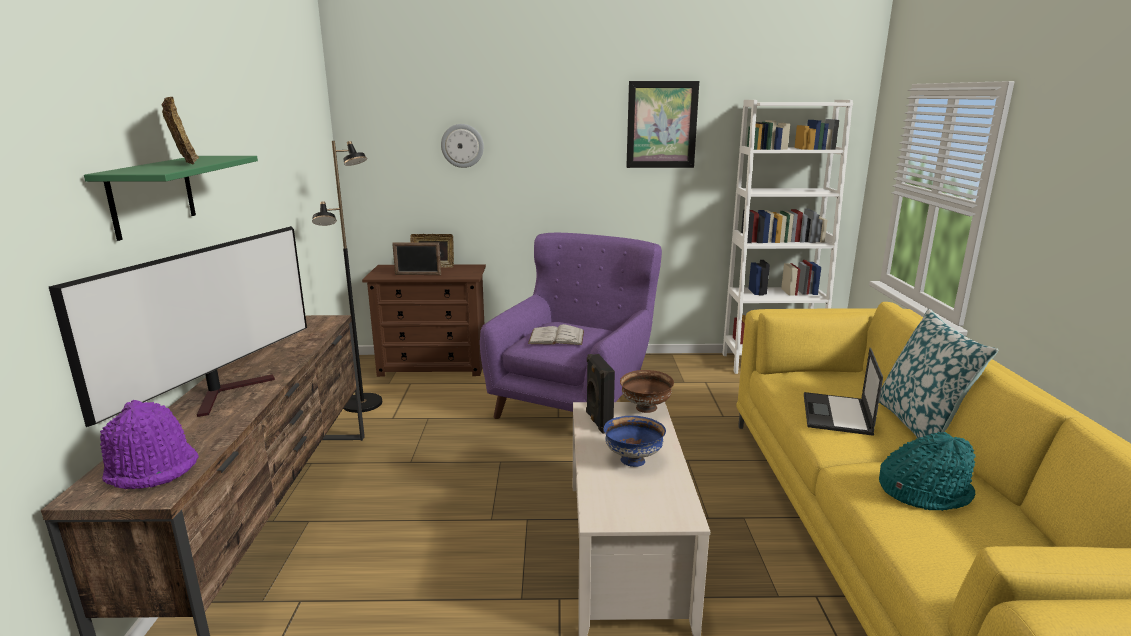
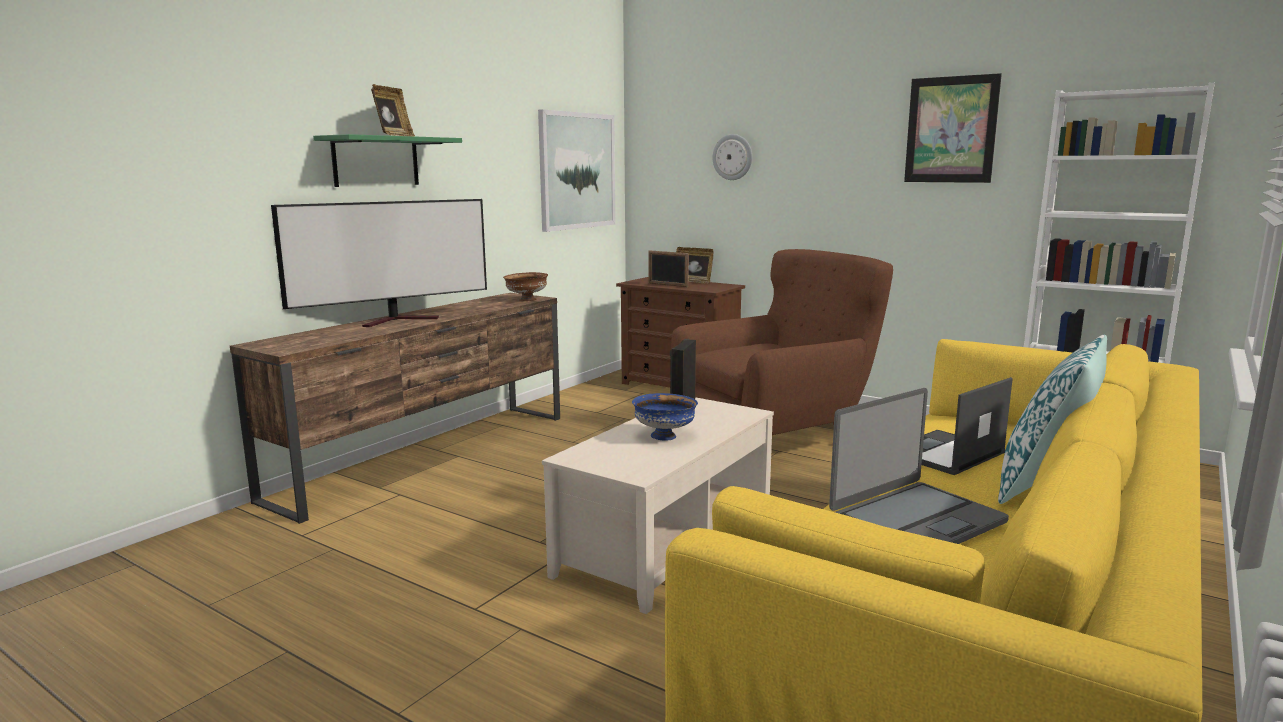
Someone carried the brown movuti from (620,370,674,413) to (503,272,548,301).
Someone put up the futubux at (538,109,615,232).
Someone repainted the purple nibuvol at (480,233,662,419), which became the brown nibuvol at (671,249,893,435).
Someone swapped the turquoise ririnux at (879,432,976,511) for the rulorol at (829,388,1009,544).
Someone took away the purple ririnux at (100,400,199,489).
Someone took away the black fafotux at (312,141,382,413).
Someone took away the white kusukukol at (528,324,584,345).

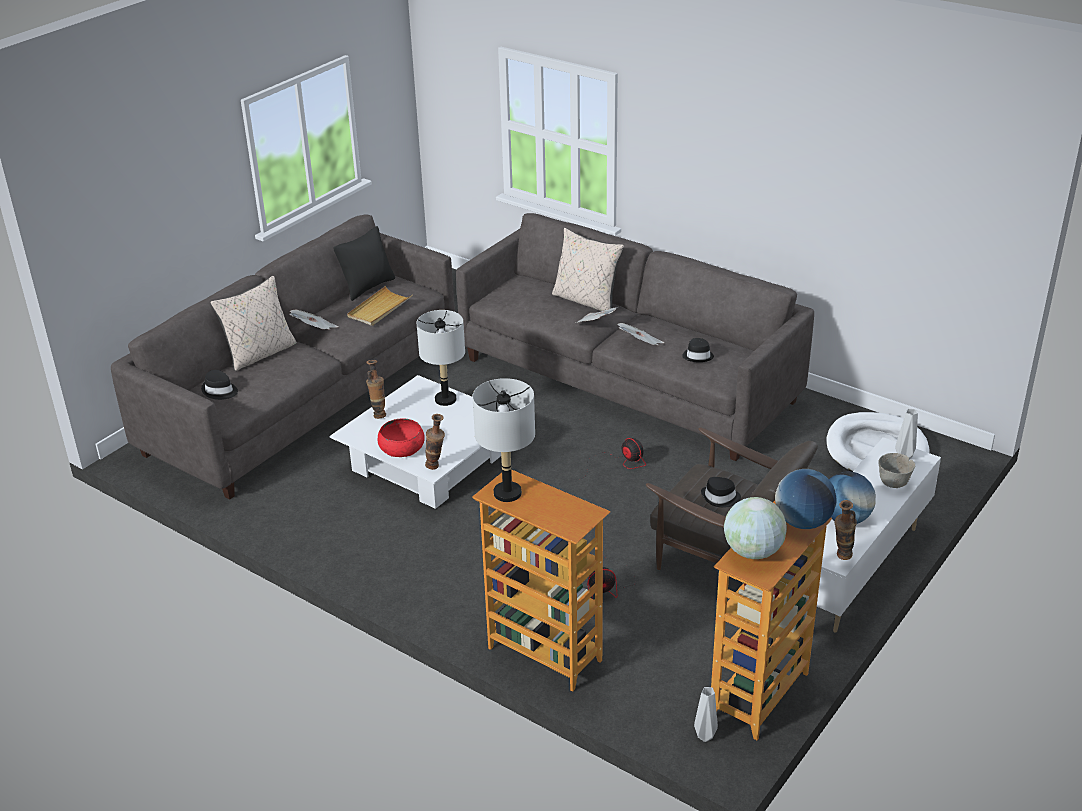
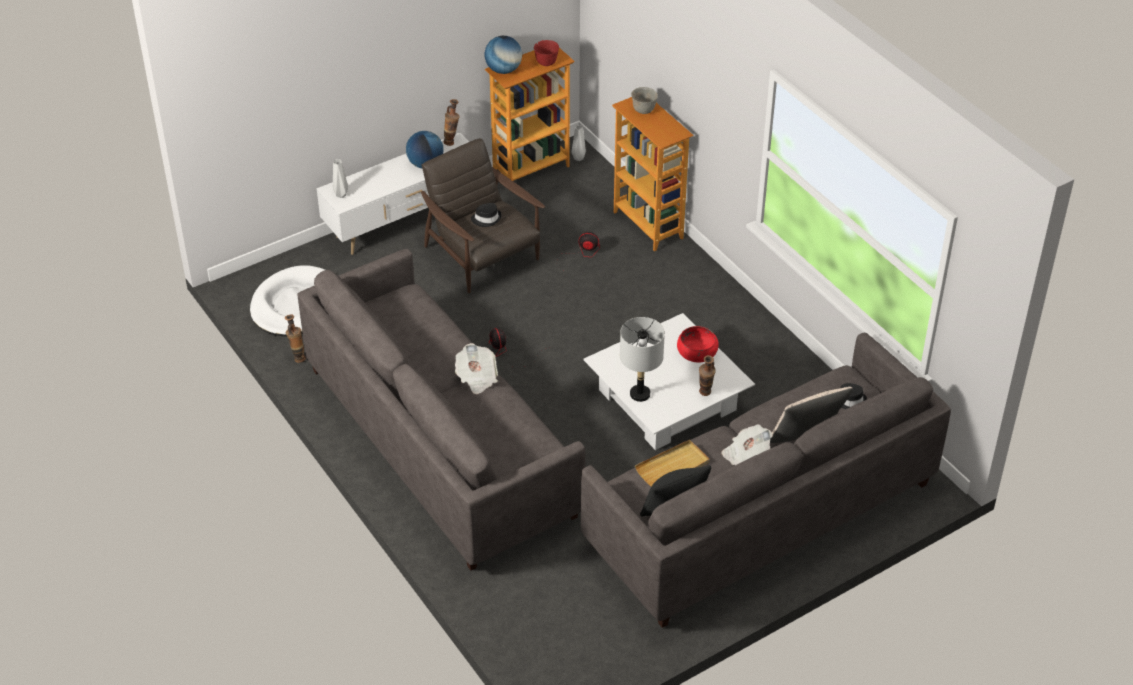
Someone carried the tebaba from (425,414,445,470) to (285,315,306,363).
Someone swapped the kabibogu at (724,497,787,559) for the red movuti at (534,40,559,66).
Someone carried the grey movuti from (878,453,915,488) to (631,87,658,114).
Someone took away the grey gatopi at (472,378,535,502).
Someone took away the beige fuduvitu at (552,228,624,314).
Someone took away the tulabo at (617,323,665,345).
Someone took away the black ririnux at (682,338,714,362).

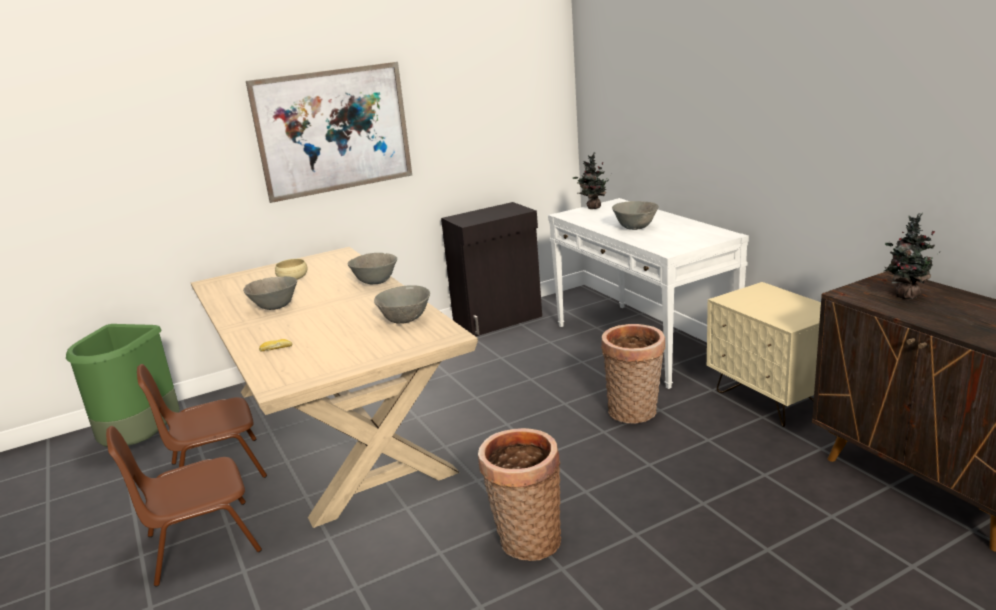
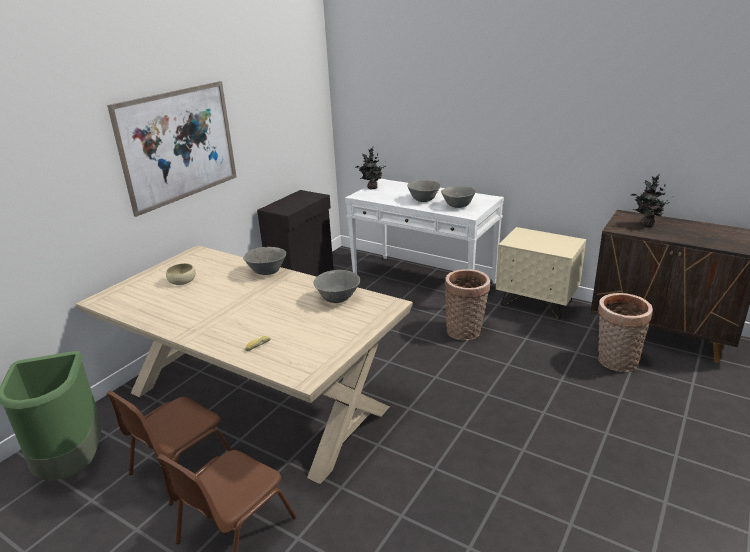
Someone carried the grey movuti from (243,276,297,310) to (441,186,476,208).
Someone carried the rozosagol from (478,428,561,561) to (598,293,653,372).

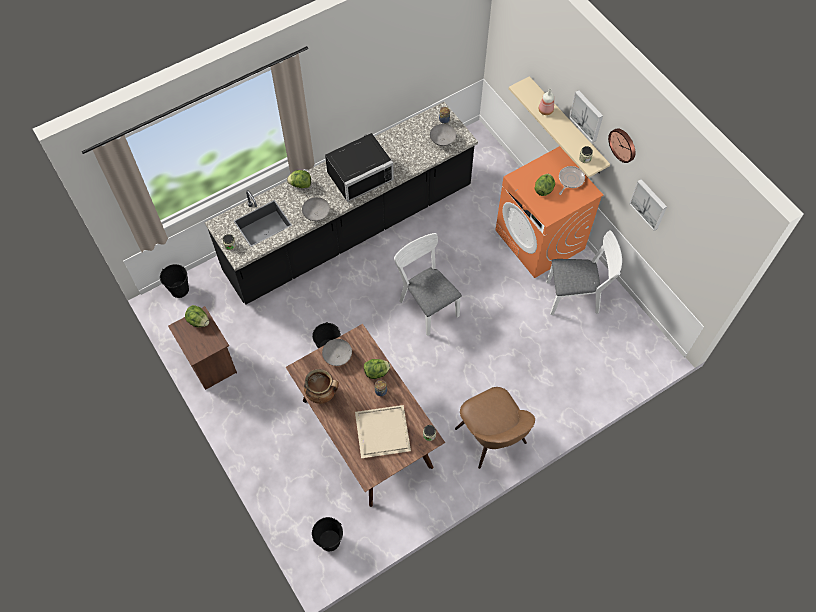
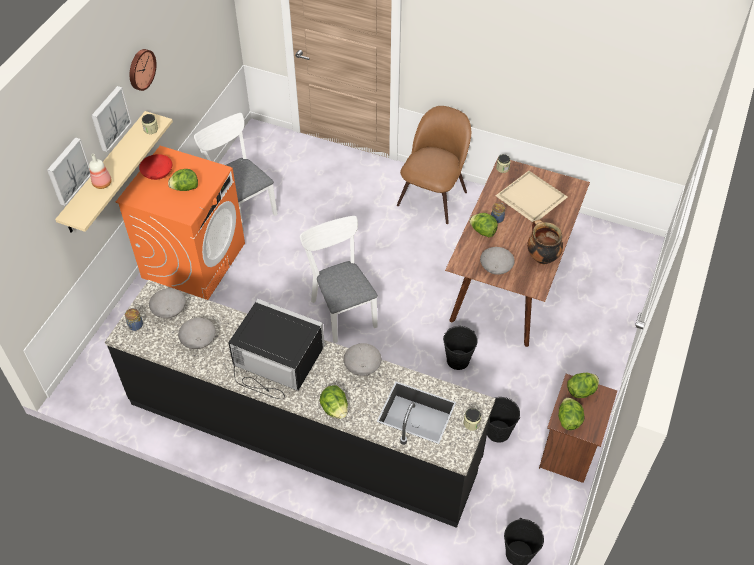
Someone carried the futubux from (629,179,667,231) to (47,137,90,206).
Someone swapped the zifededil at (559,166,585,195) for the red movuti at (139,154,172,180).
Someone put down the grey movuti at (178,318,216,349).
Someone rotated the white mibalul at (394,233,462,336) by 135 degrees clockwise.
Someone carried the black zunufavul from (312,517,343,551) to (487,397,520,443).
Someone put down the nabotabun at (567,373,599,398).

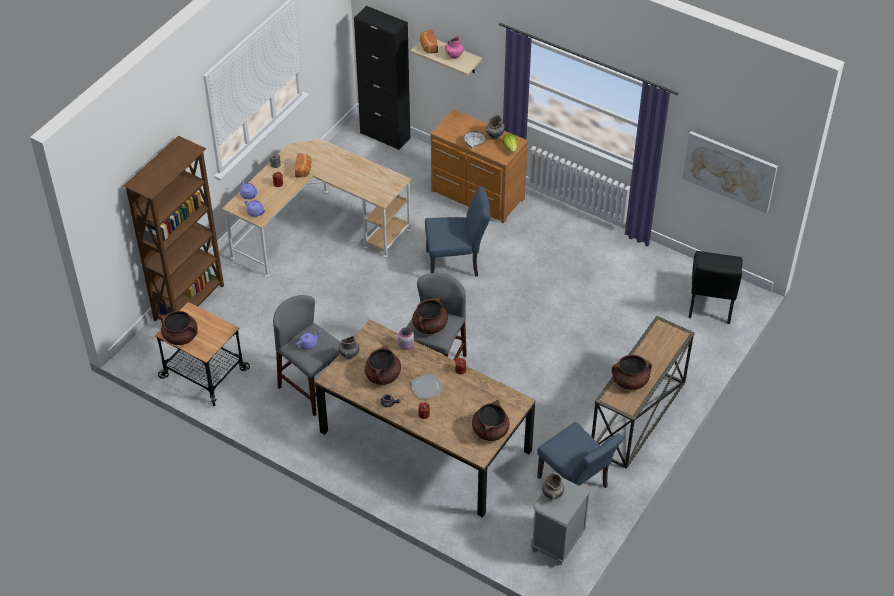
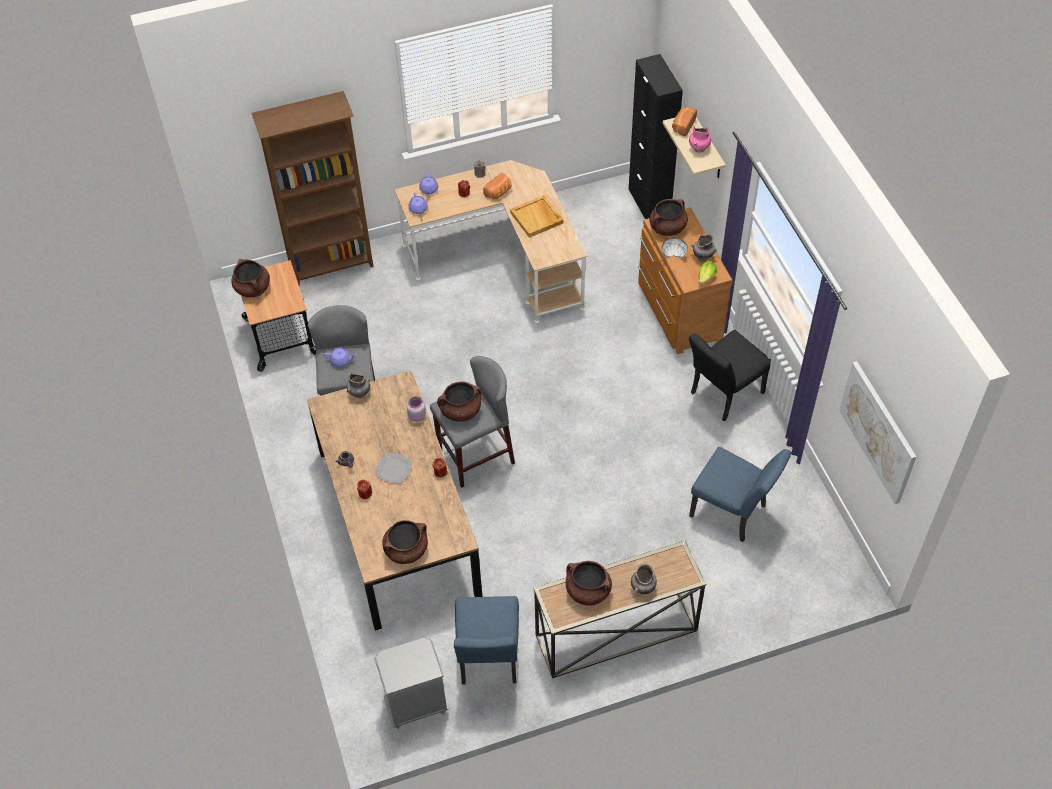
Someone put down the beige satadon at (510,195,563,238).
Someone carried the grey tebaba from (542,472,564,500) to (631,564,657,594).
Someone carried the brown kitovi from (365,345,401,385) to (650,199,688,236).
Someone carried the black mibalul from (688,251,743,324) to (689,330,771,422).
Someone carried the blue mibalul from (425,187,490,276) to (689,447,792,542).

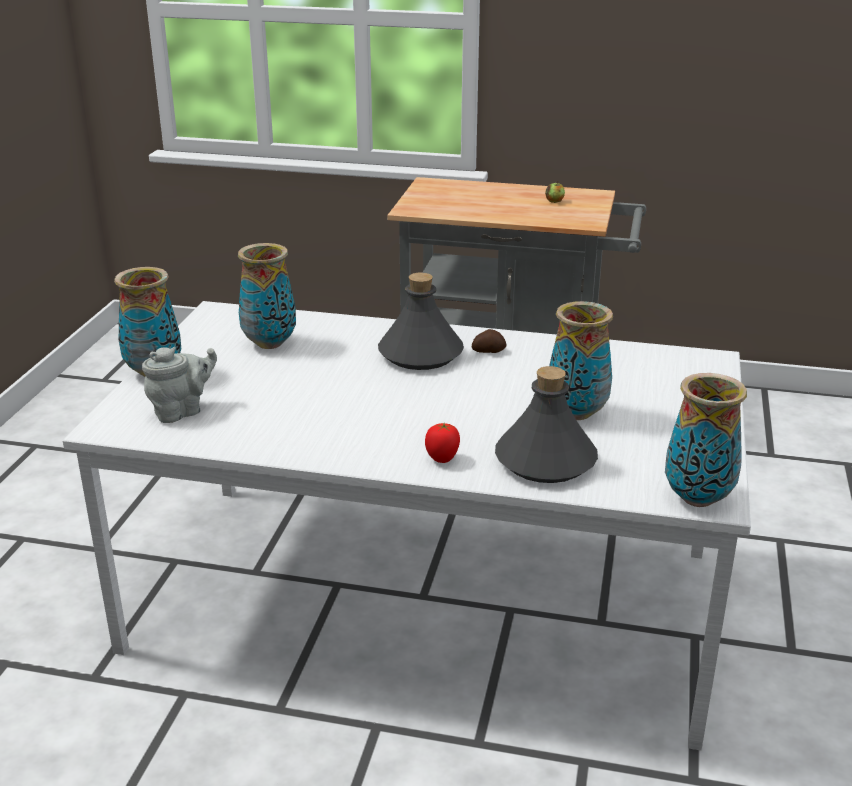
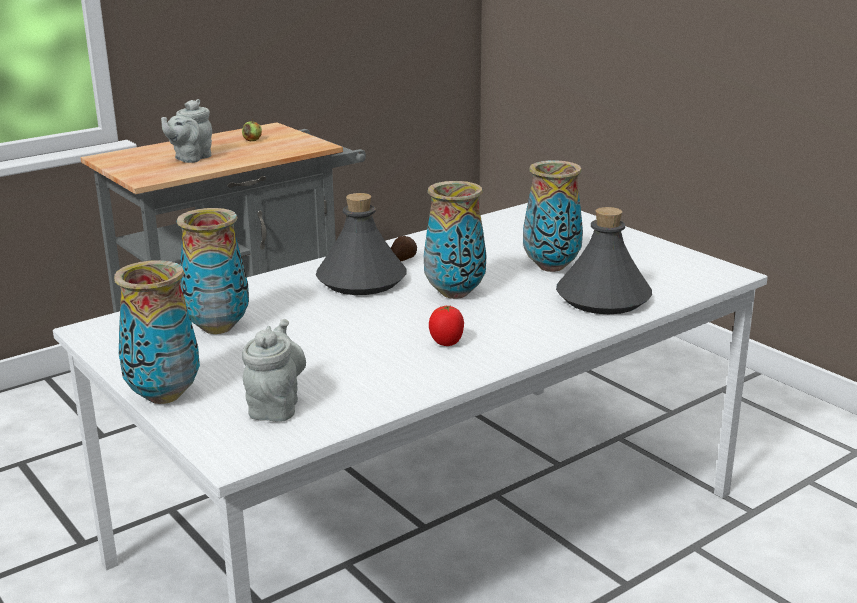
Someone put down the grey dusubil at (161,99,212,163).
Someone carried the tebaba from (665,373,747,507) to (424,181,486,299).
Someone carried the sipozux from (425,423,460,463) to (429,305,464,346).

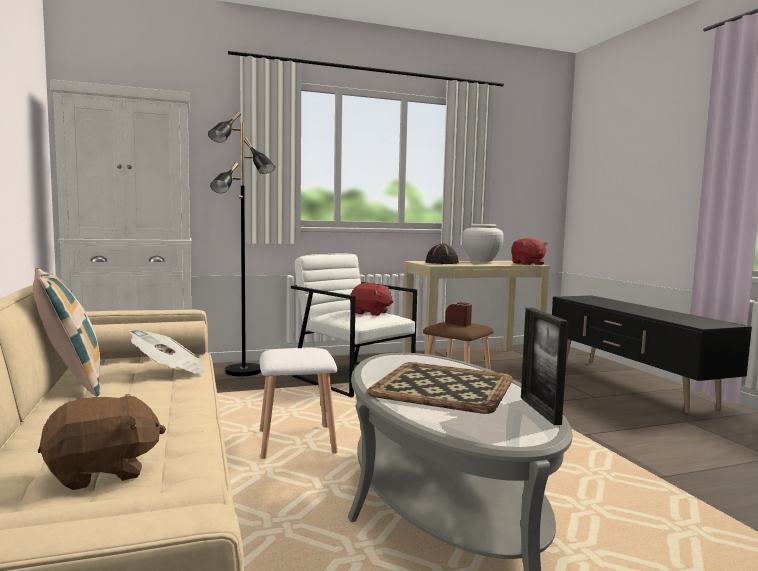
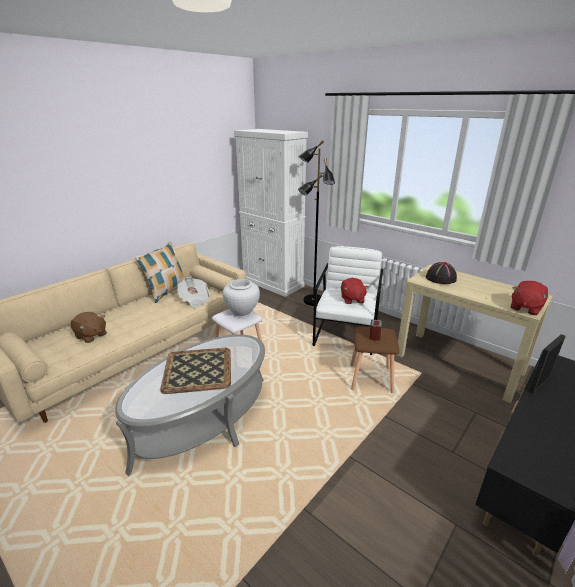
Someone carried the white tebaba from (462,224,504,264) to (223,279,260,318).
Someone carried the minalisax from (521,308,569,425) to (528,334,566,394).

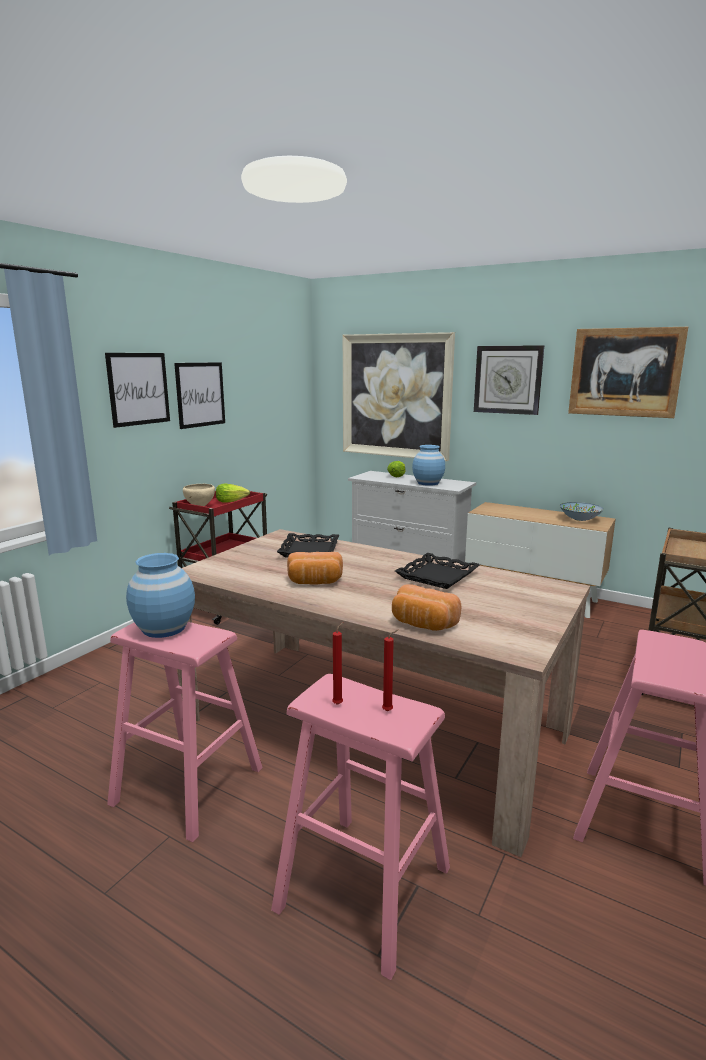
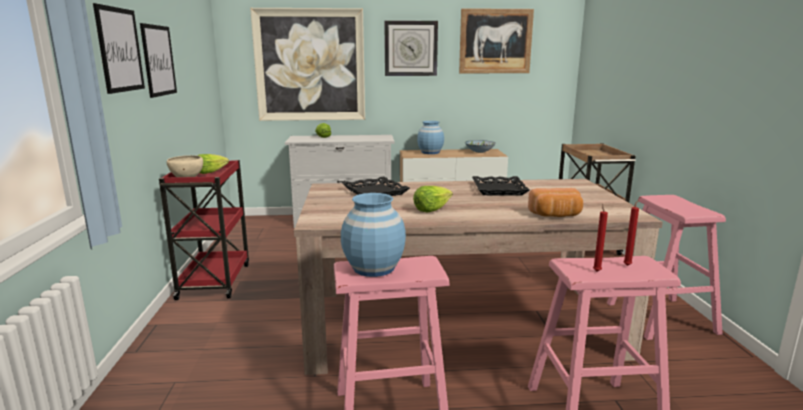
Someone swapped the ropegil at (287,552,343,585) for the nabotabun at (413,186,453,213).
Someone carried the blue tebaba from (412,445,445,486) to (417,121,444,154).

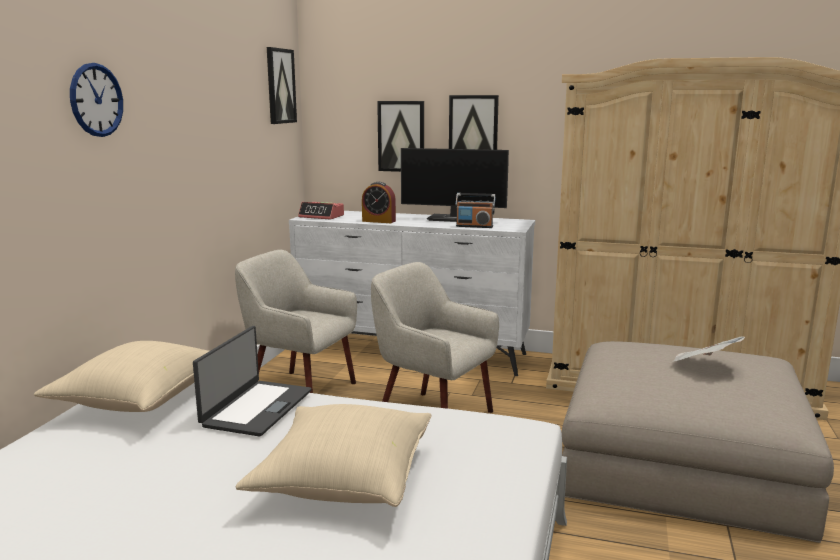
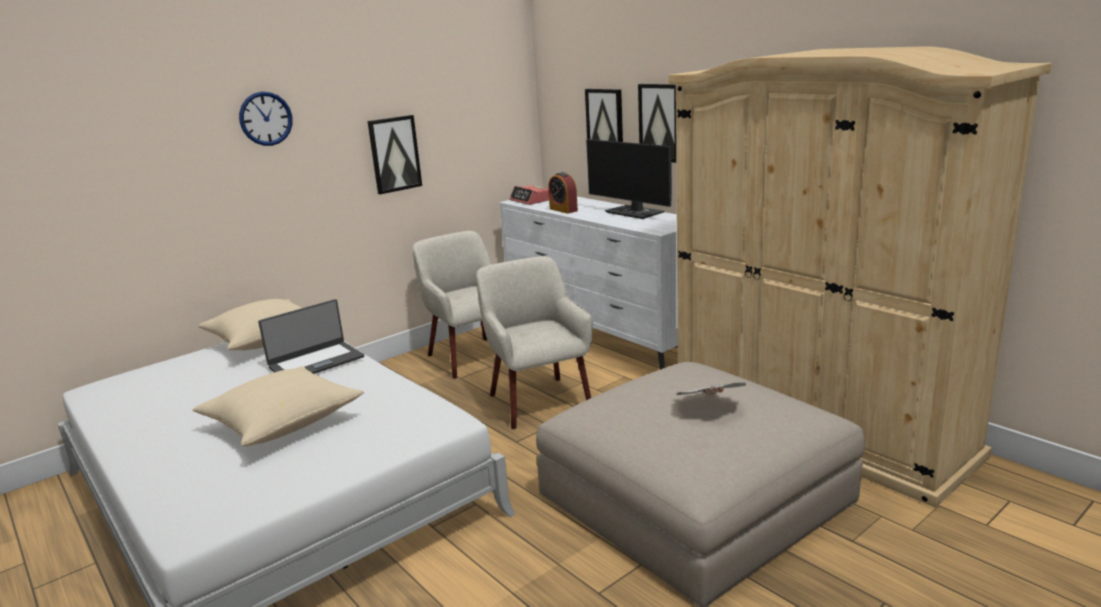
Someone carried the futubux from (267,47,297,124) to (367,115,422,194).
Someone took away the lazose at (455,193,496,228).

